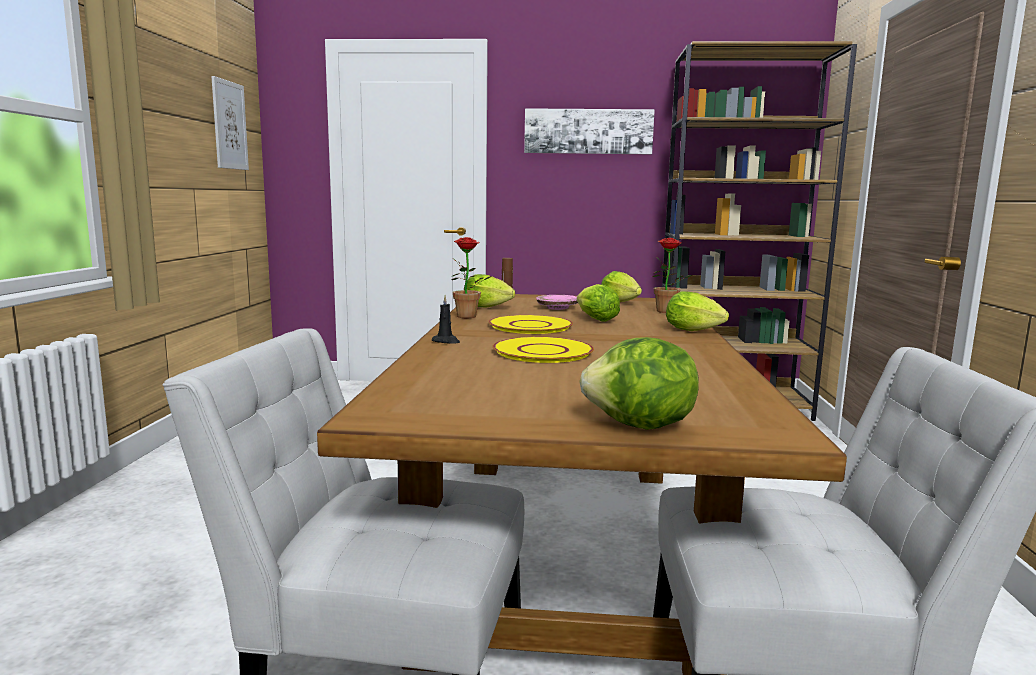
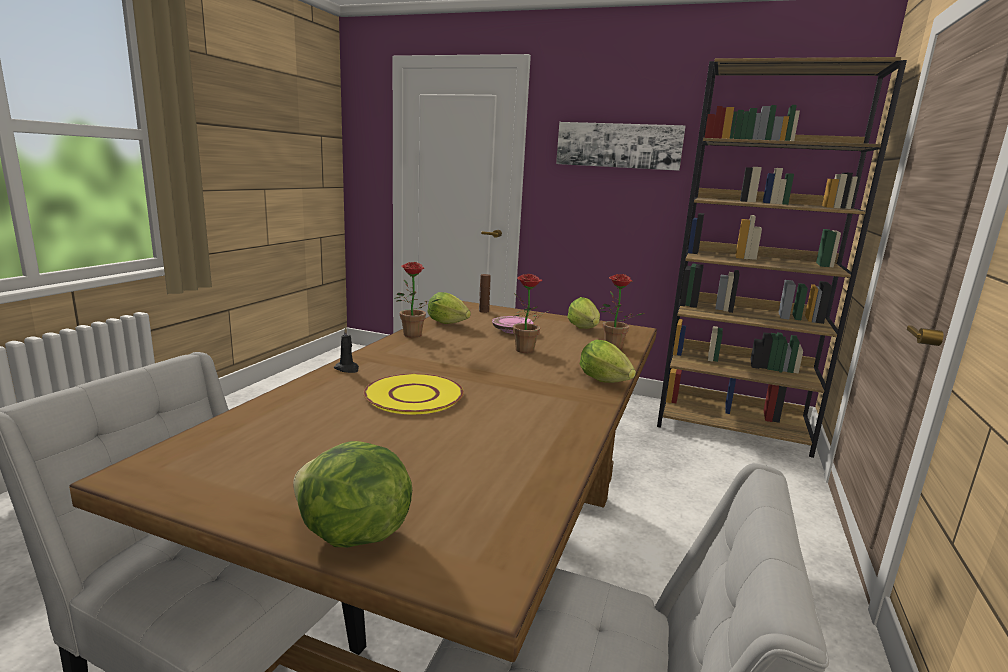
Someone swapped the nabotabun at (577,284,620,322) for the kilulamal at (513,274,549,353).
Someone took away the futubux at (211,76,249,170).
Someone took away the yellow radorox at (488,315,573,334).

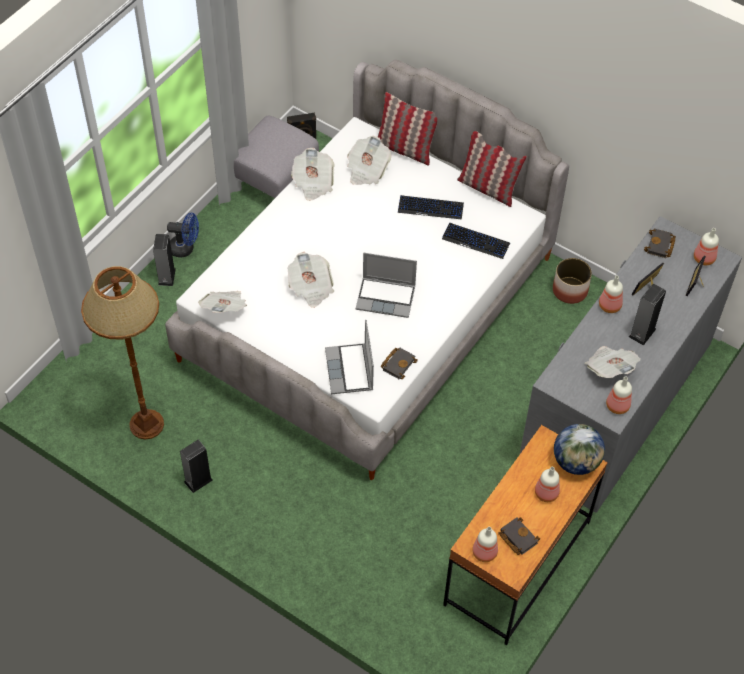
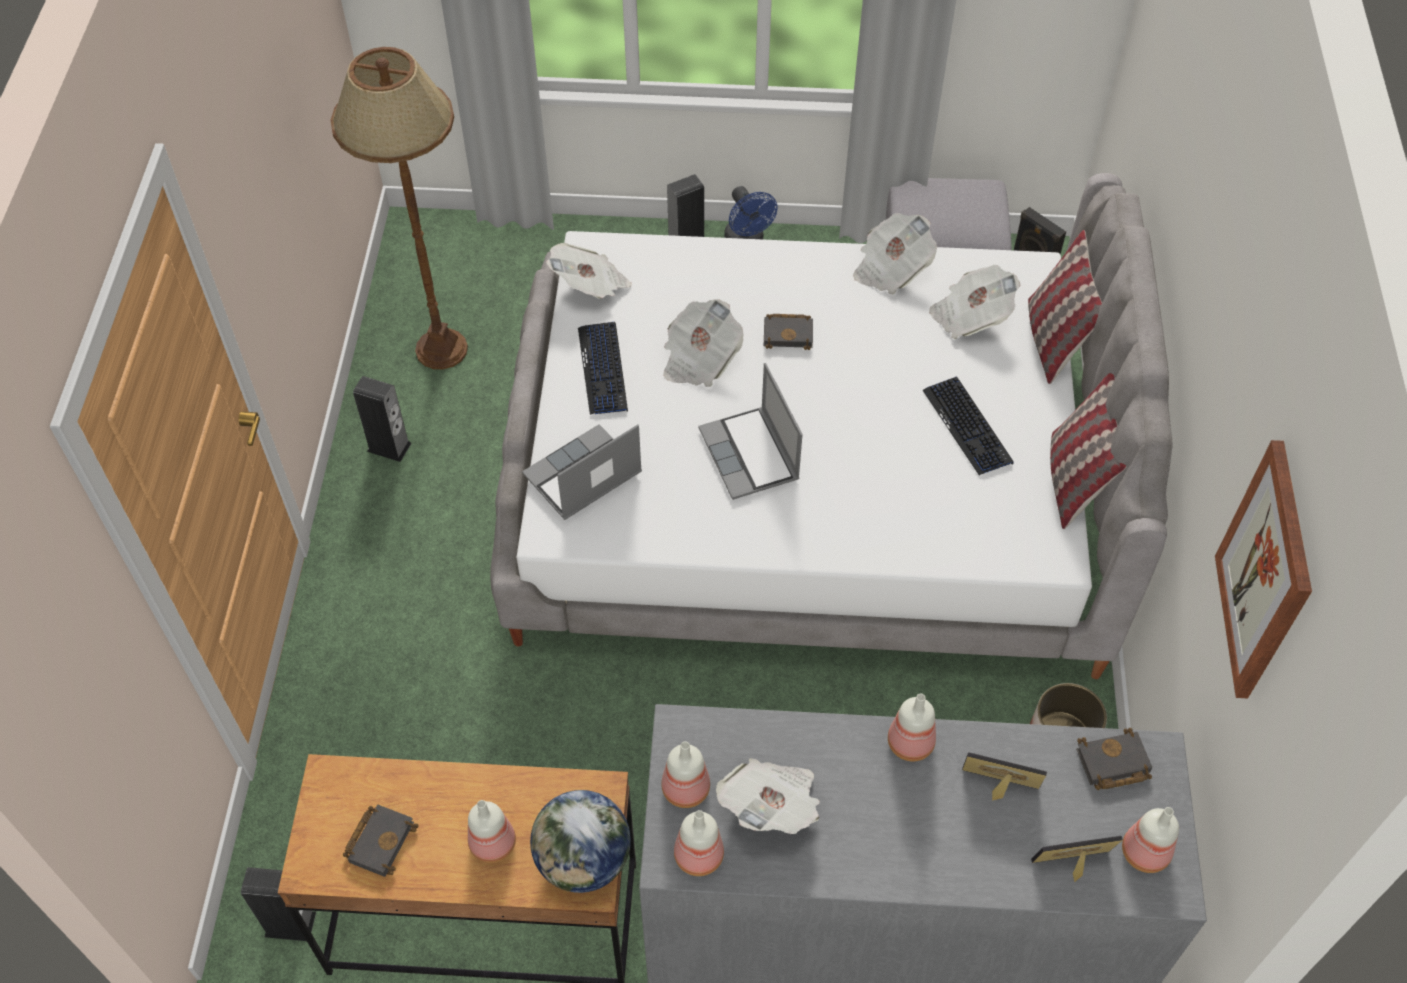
Someone carried the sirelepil from (629,284,666,346) to (241,867,316,941).
Someone carried the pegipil from (442,223,510,259) to (578,322,628,415).
Someone carried the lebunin from (472,527,498,562) to (661,741,710,808).
Someone carried the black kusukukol from (381,347,418,379) to (764,314,813,350).
Someone put up the futubux at (1215,440,1312,698).

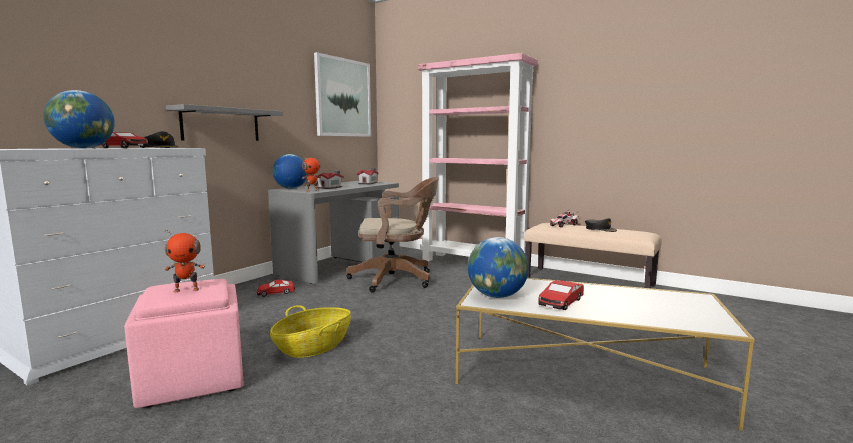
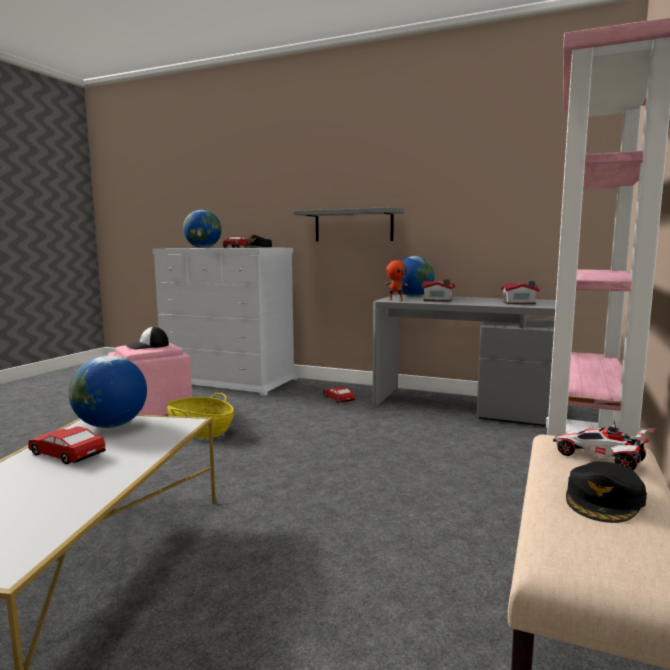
Someone swapped the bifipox at (164,229,205,292) for the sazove at (126,326,169,349).
Someone took away the futubux at (314,52,371,137).
Someone took away the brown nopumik at (346,177,439,293).

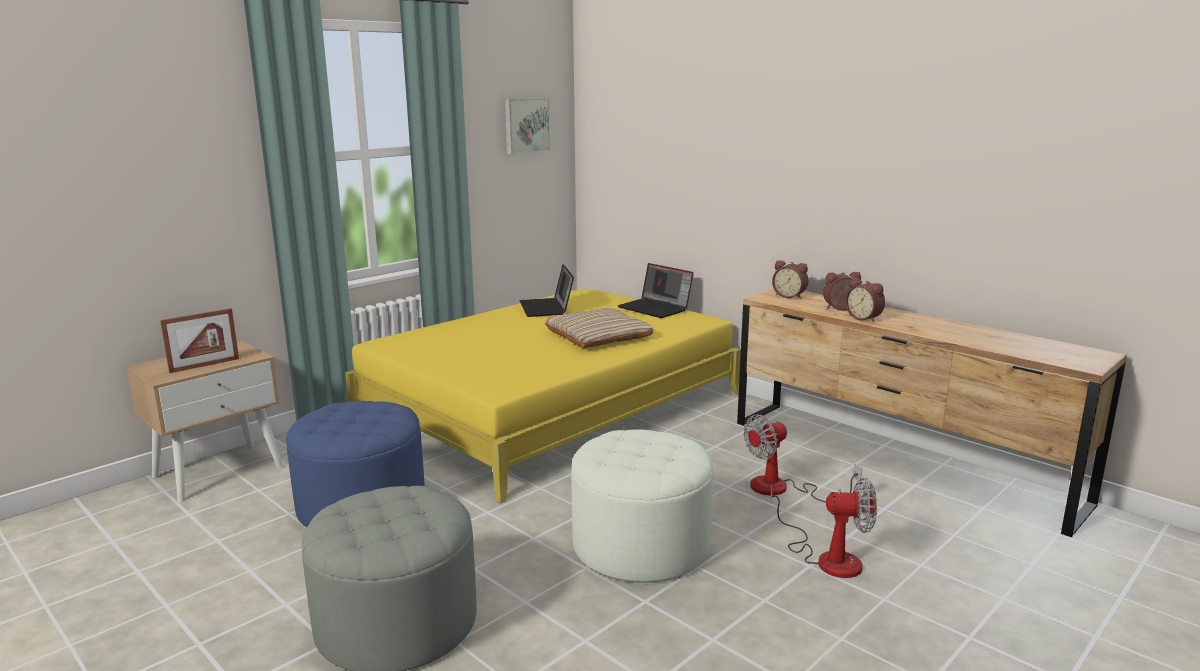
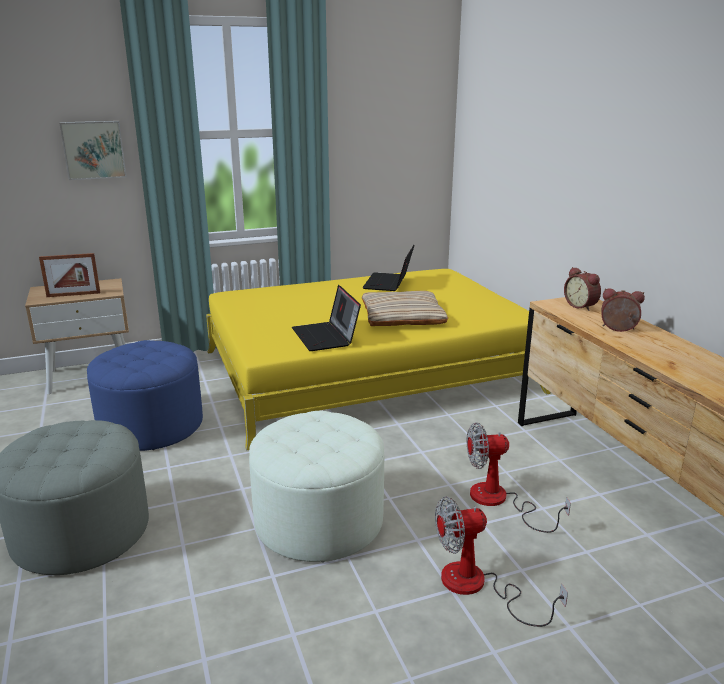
Someone carried the futubux from (505,98,550,154) to (59,121,127,180).
Someone carried the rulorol from (618,263,694,318) to (292,285,361,351).
Someone rotated the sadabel at (770,478,877,578) by 135 degrees clockwise.
Someone took away the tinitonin at (845,278,885,322).

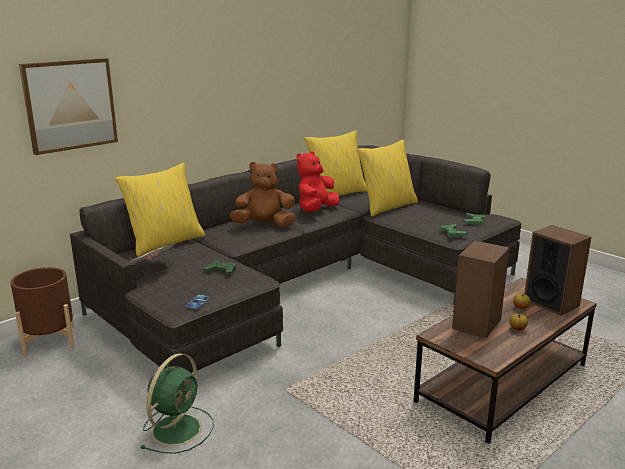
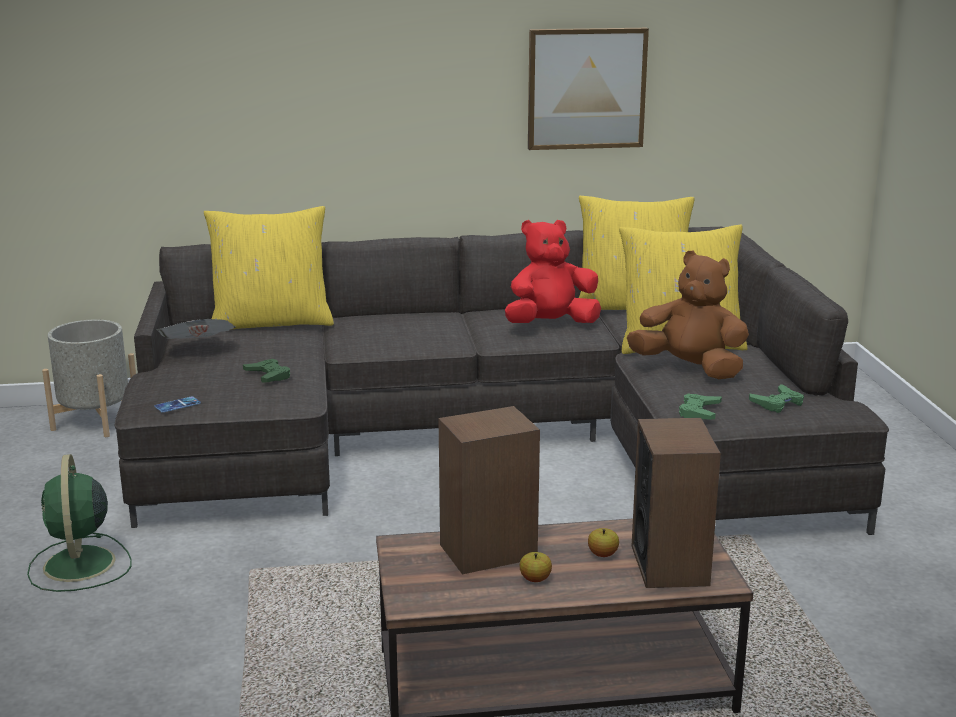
Someone rotated the green sadabel at (141,353,214,454) by 105 degrees clockwise.
Someone repainted the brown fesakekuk at (10,267,74,356), which became the grey fesakekuk at (42,320,136,437).
Someone carried the futubux from (19,58,118,155) to (528,28,649,150).
Someone carried the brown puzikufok from (230,162,296,227) to (627,251,749,379).

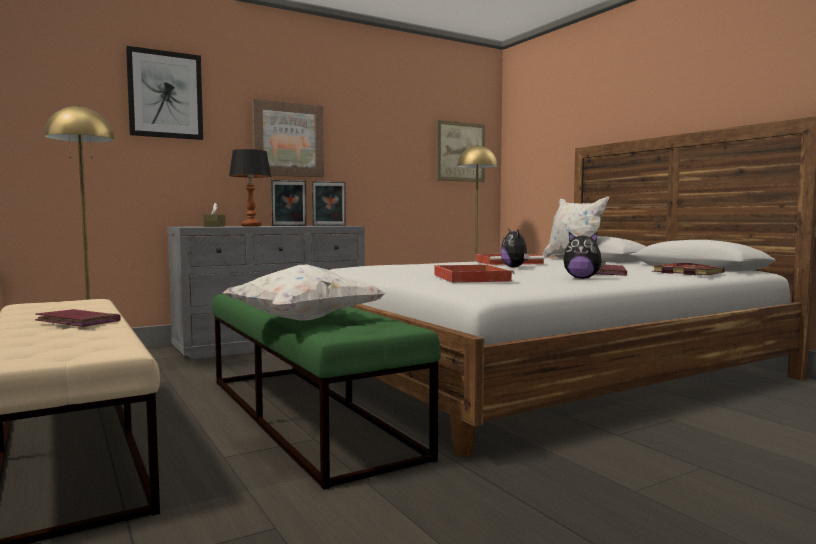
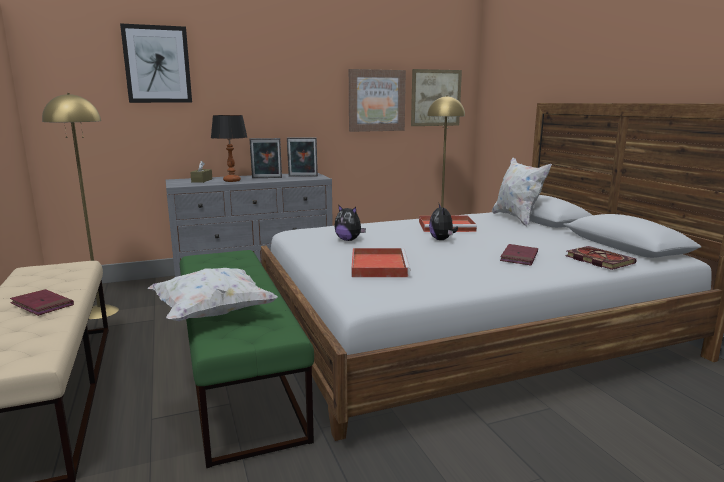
Someone carried the puzikufok from (563,232,606,279) to (334,205,366,241).
Someone carried the futubux from (252,99,324,177) to (349,69,406,132).

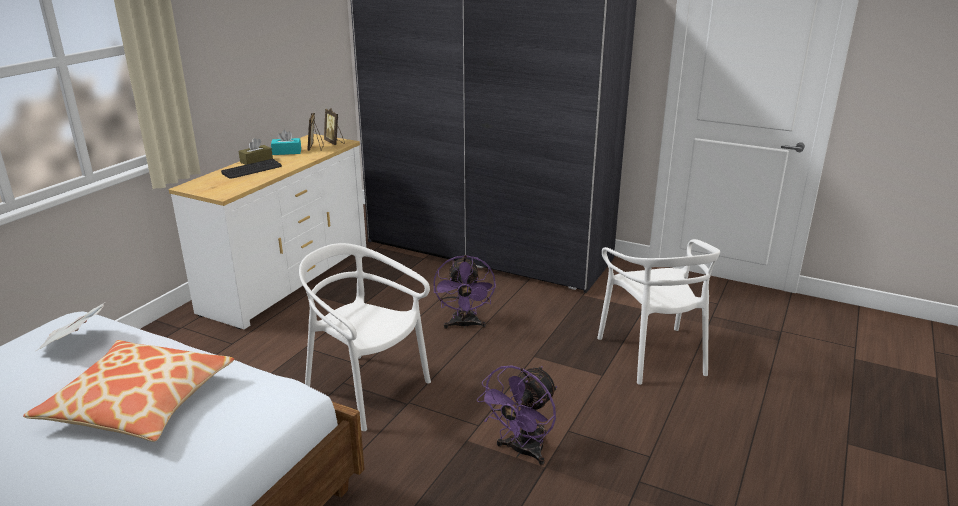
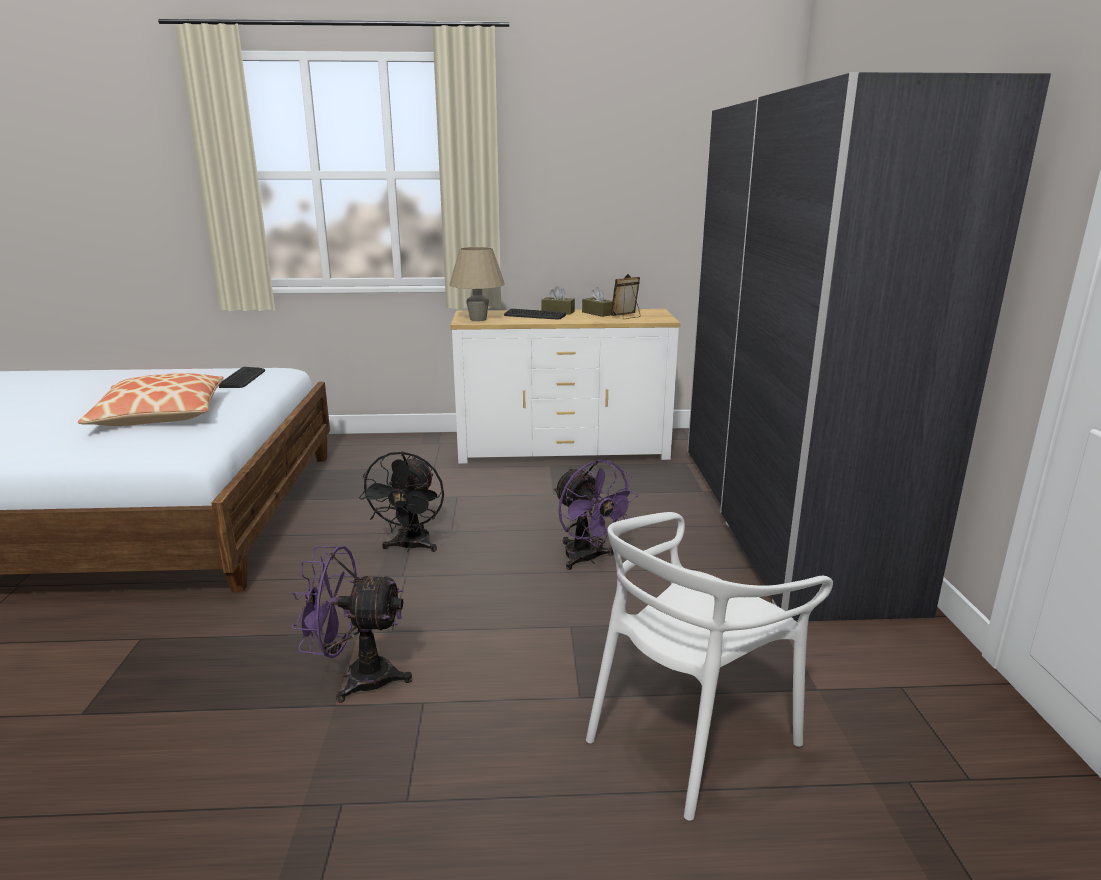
Someone swapped the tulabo at (36,301,107,351) for the pegipil at (219,367,265,388).
Someone swapped the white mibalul at (299,243,431,431) for the black sadabel at (359,451,444,552).
Someone put down the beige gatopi at (449,247,505,321).
Someone rotated the purple sadabel at (433,255,496,329) by 90 degrees counterclockwise.
Someone repainted the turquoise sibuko at (271,130,301,155), which became the brown sibuko at (582,287,613,317).
Someone took away the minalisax at (324,108,345,145).

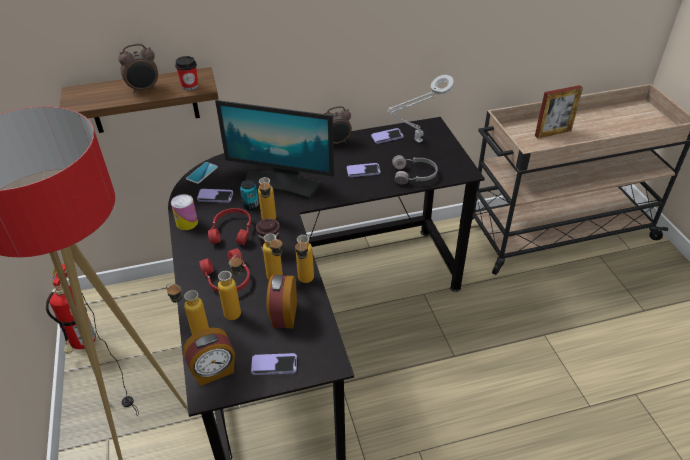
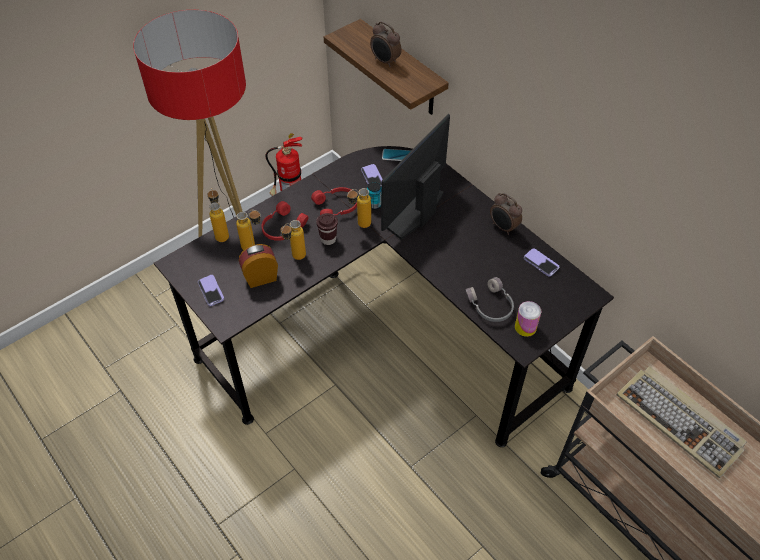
Someone rotated the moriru at (215,100,334,200) by 45 degrees clockwise.
Someone carried the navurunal from (171,194,198,230) to (515,301,541,337).
Someone swapped the minalisax at (535,85,583,138) for the pegipil at (616,366,747,478).
Someone took away the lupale at (175,56,198,91).
Someone took away the tinitonin at (183,328,235,386).
Someone took away the lebunin at (295,235,314,283).
Someone took away the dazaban at (347,163,381,177).
Someone took away the grey gatopi at (387,75,454,143).

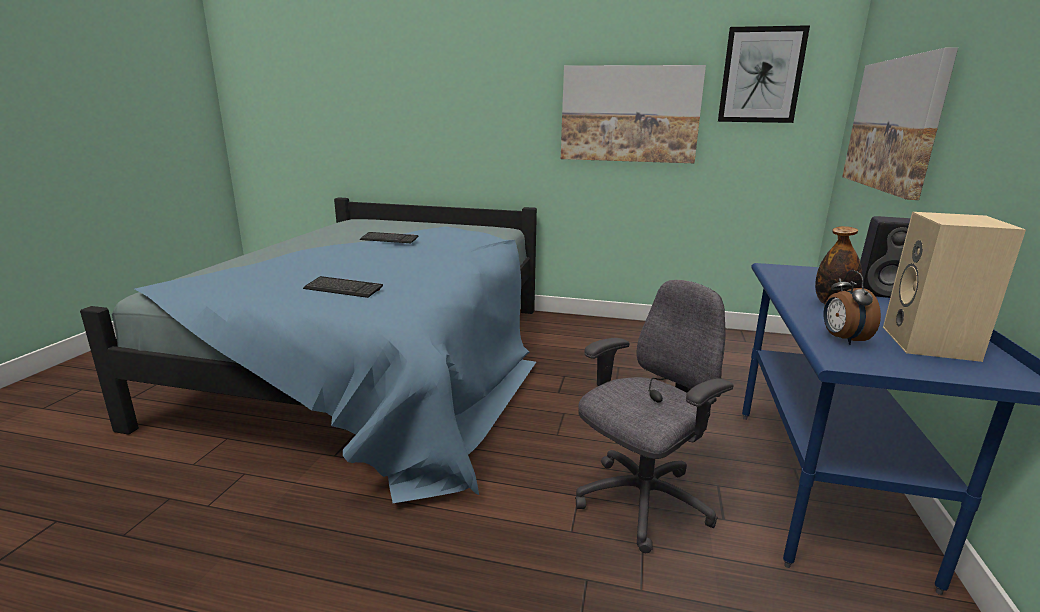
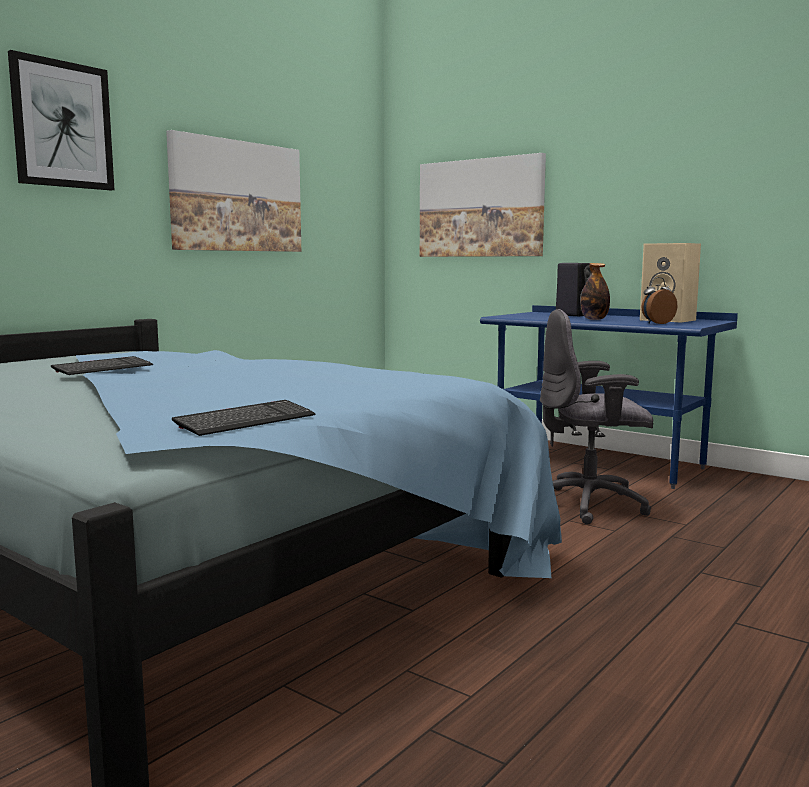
Someone carried the futubux from (718,25,810,123) to (8,50,114,190).
Someone carried the pegipil from (303,276,383,298) to (172,400,315,436).
Someone rotated the grey nopumik at (575,280,734,553) by 75 degrees counterclockwise.
Someone rotated the tinitonin at (823,270,881,345) by 135 degrees clockwise.

